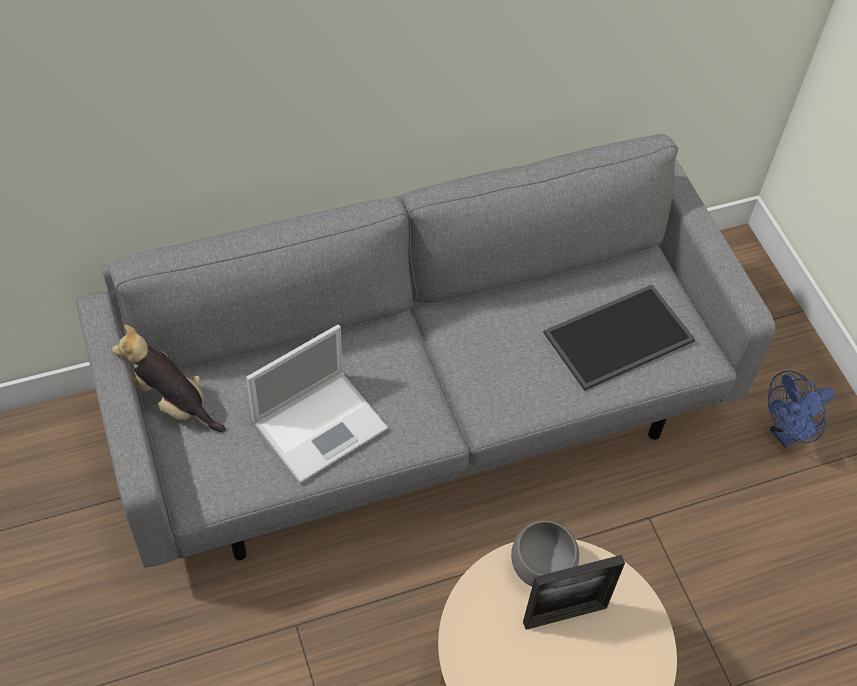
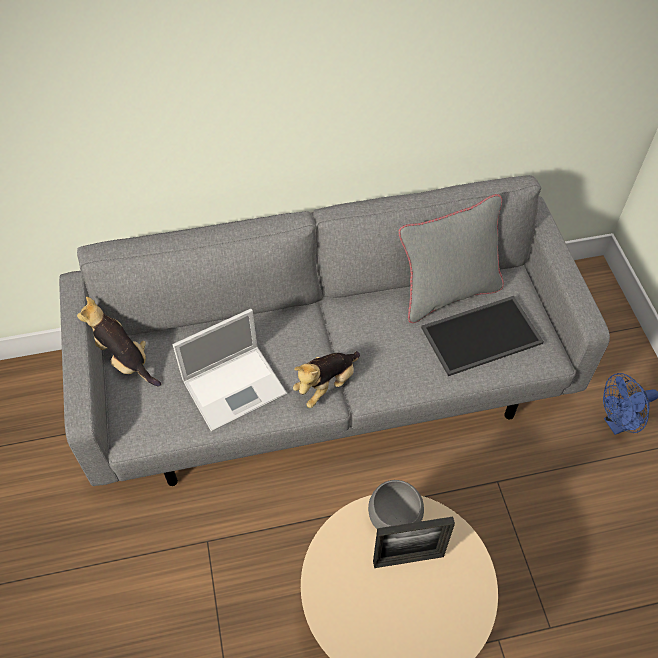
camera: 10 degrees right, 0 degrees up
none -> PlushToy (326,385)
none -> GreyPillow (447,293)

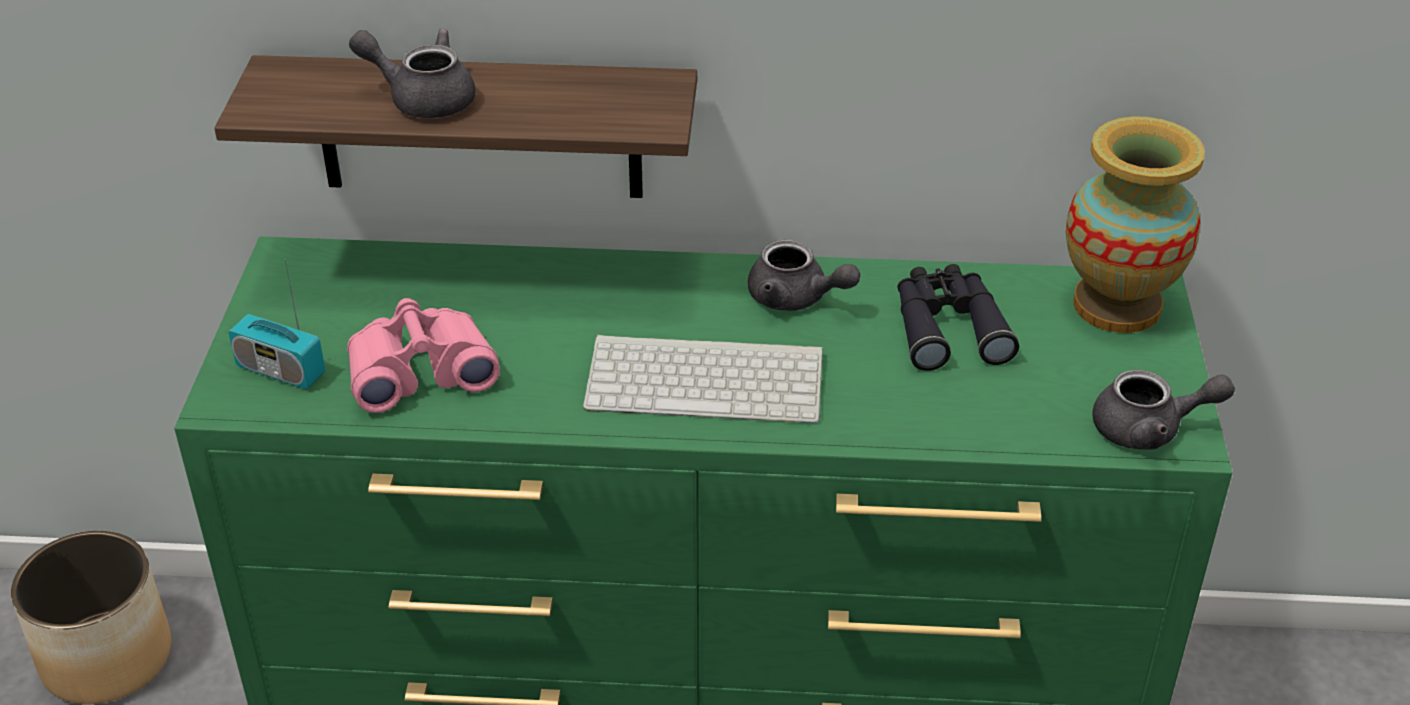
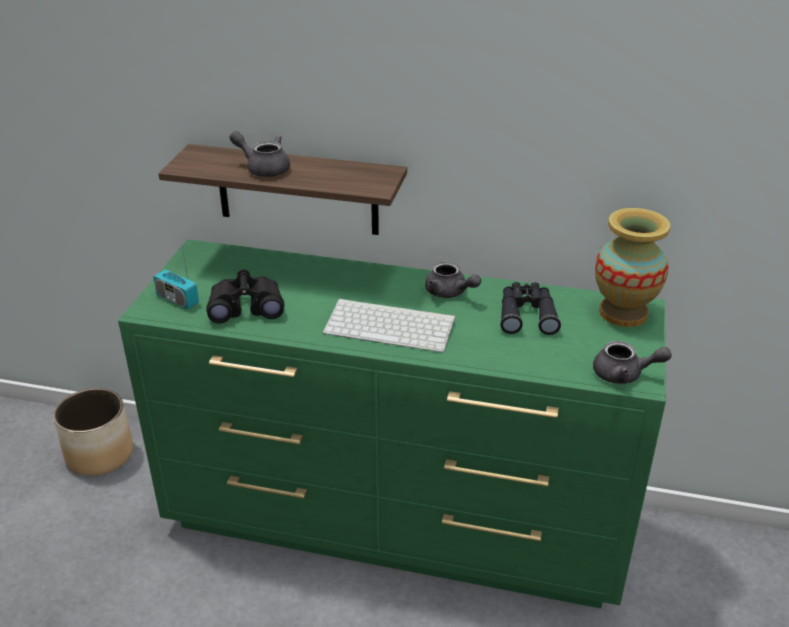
camera: 10 degrees right, 5 degrees down
PinkBinoculars (420,371) -> BlackBinoculars (246,307)

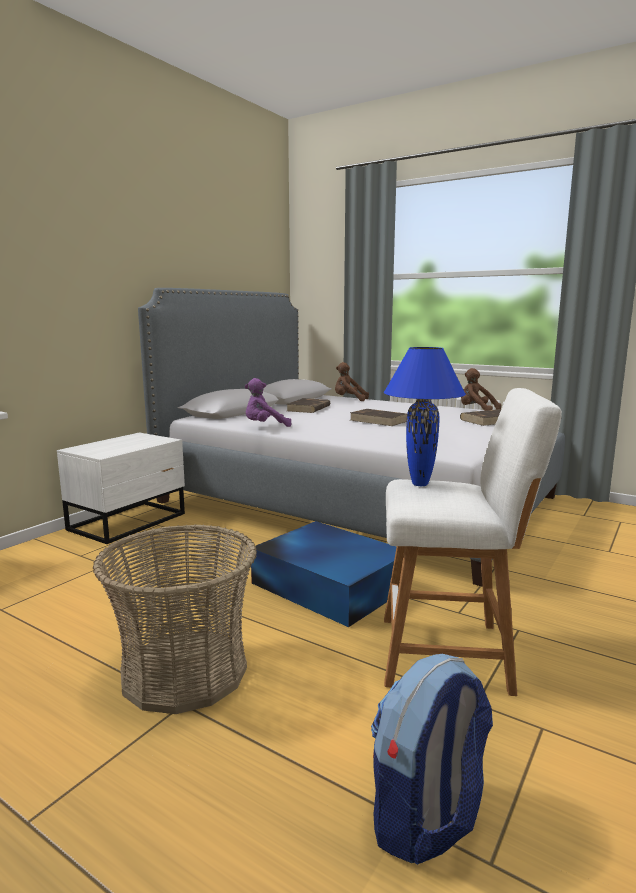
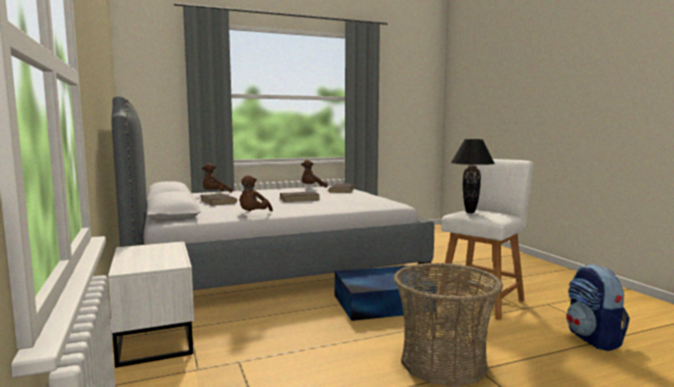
camera: 55 degrees left, 5 degrees down
PurplePlushToy (265,427) -> BrownPlushToy (253,215)
BlueTableLamp (420,484) -> BlackTableLamp (470,212)

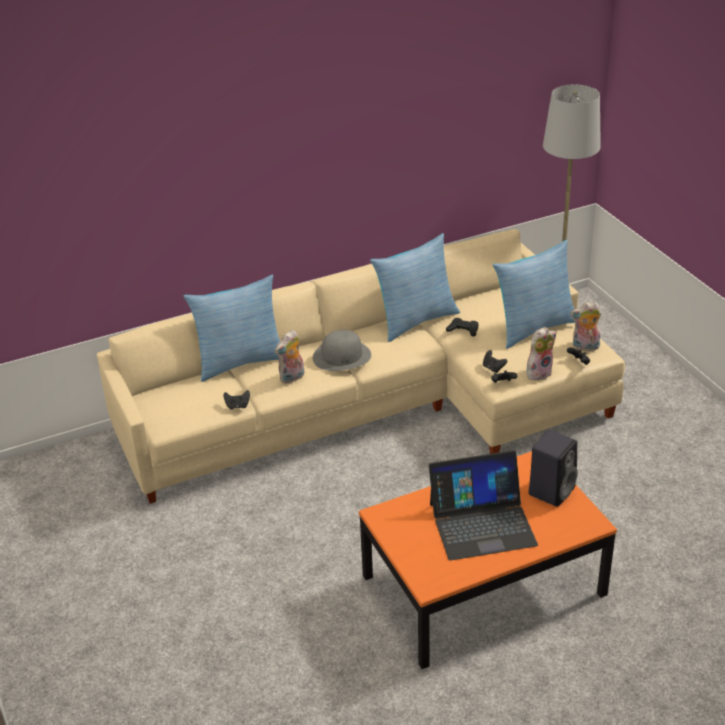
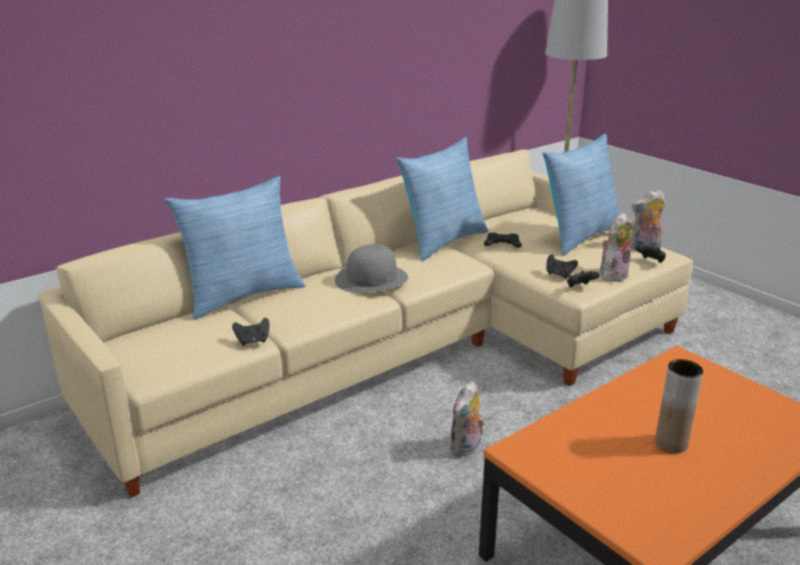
camera: 15 degrees left, 10 degrees down
PlushToy (292,378) -> PlushToy (466,448), relocated
Laptop (482,523) -> BrownVase (671,443)
BlackSpeaker (552,490) -> none

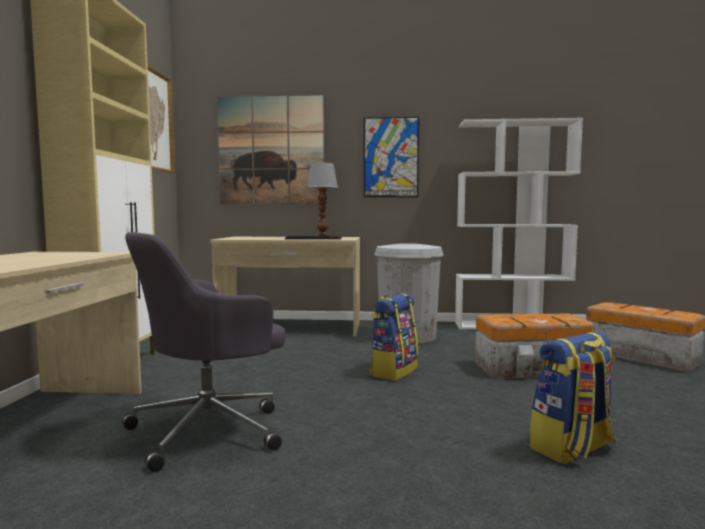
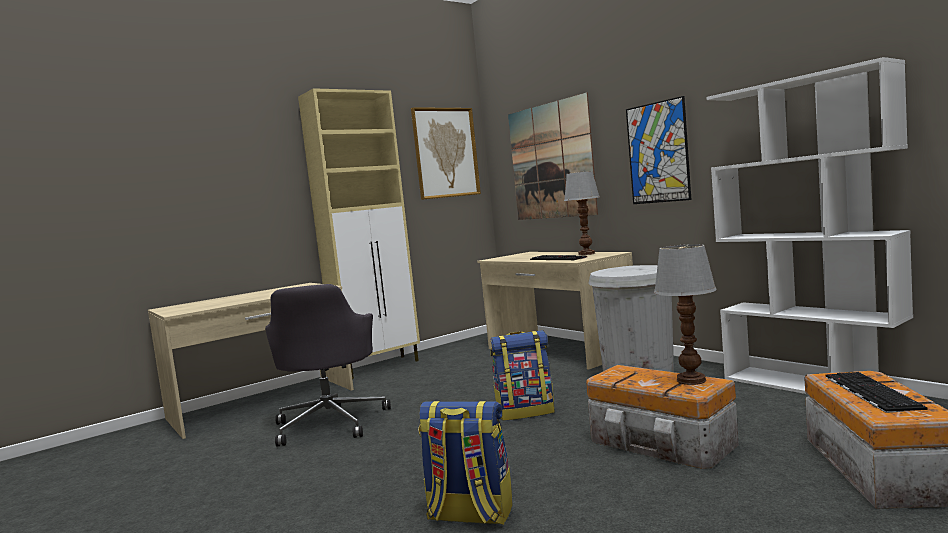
camera: 50 degrees right, 0 degrees up
GreyOfficeChair (210,429) -> GreyOfficeChair (331,423), 105 degrees counterclockwise
none -> TableLamp (690,380)
none -> Keyboard (869,391)

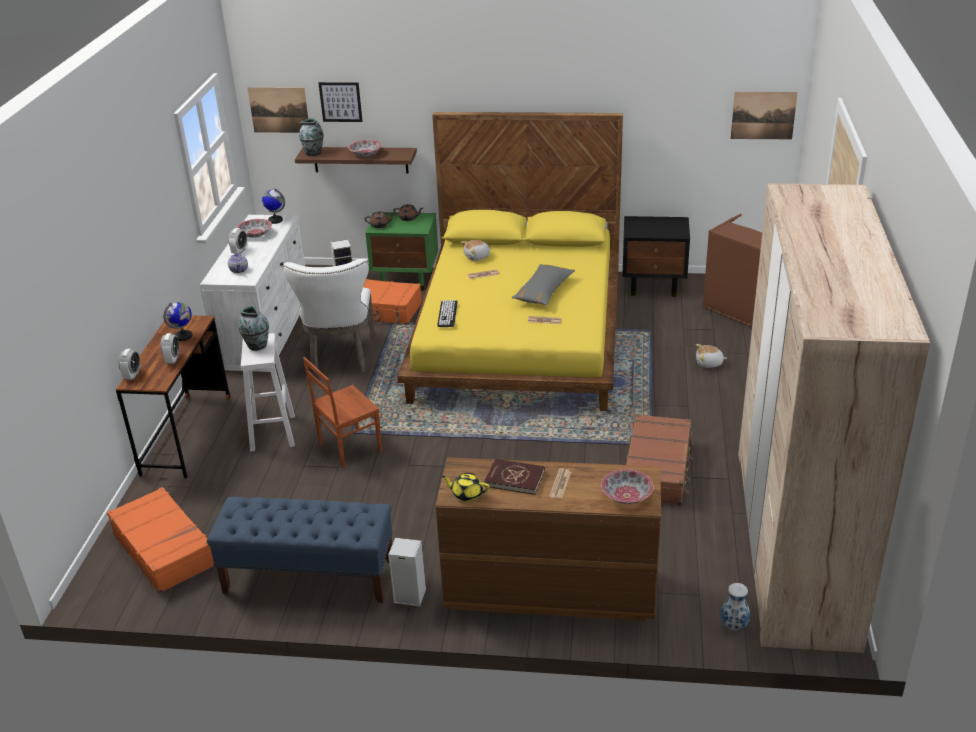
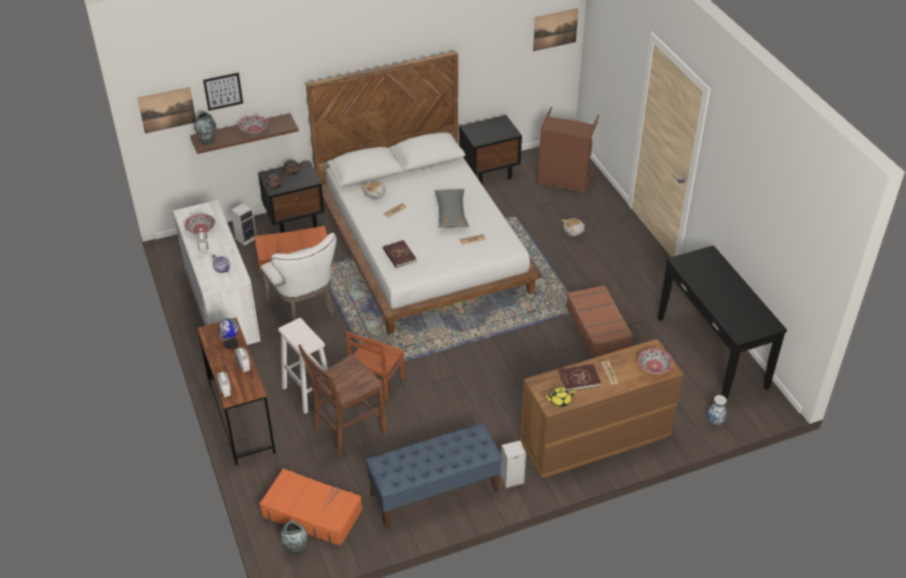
camera: 30 degrees left, 10 degrees up
Vase (257,345) -> Vase (295,548), relocated
Globe (275,220) -> none
GreenNightstand (407,280) -> BlackNightstand (295,221)
YellowBed (519,334) -> WhiteBed (424,246)
Keyboard (447,314) -> RedBook (399,255)
BeigeWardrobe (794,543) -> BlackConsoleTable (712,352)
none -> BrownChair (347,431)

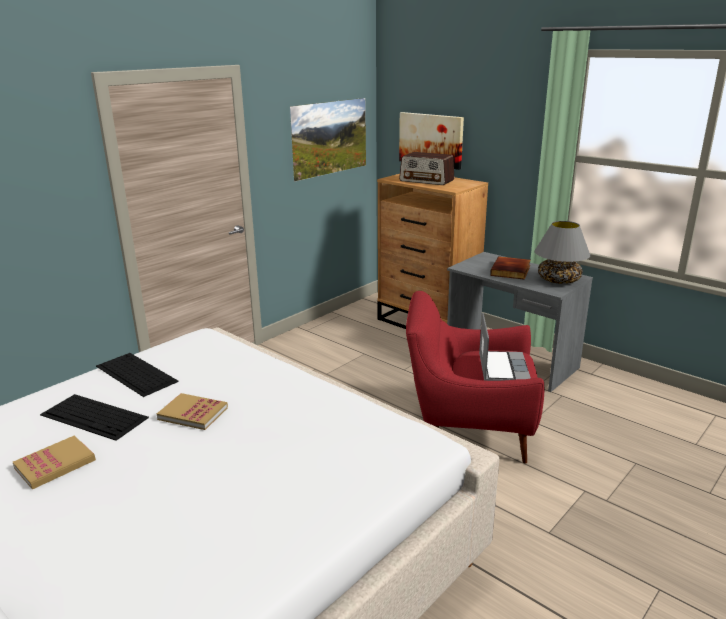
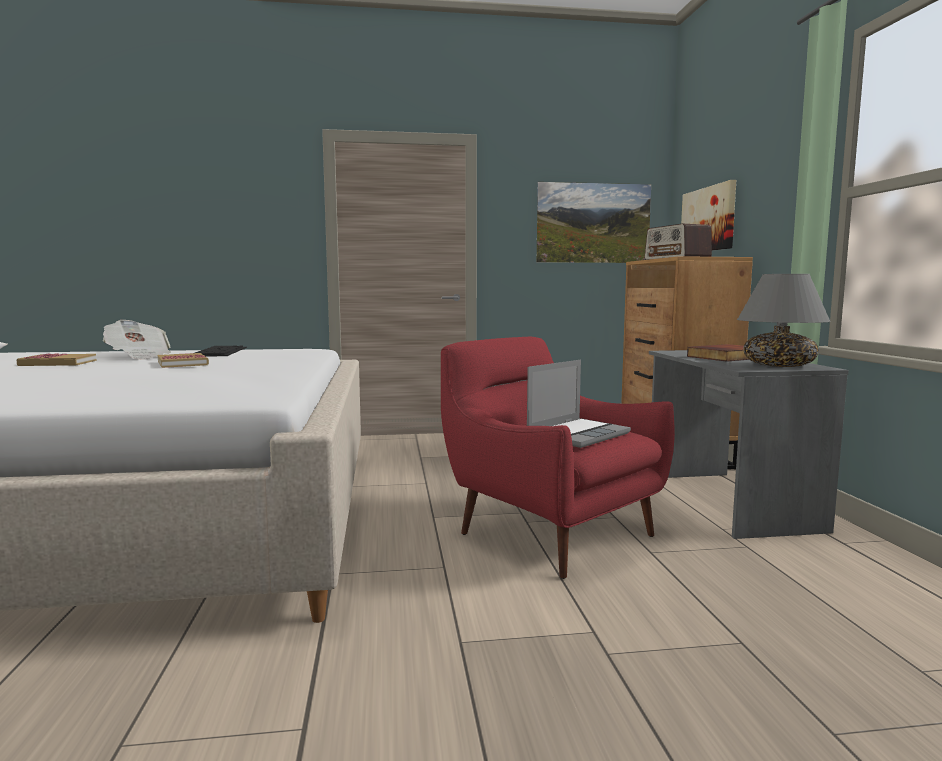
camera: 40 degrees right, 15 degrees down
Keyboard (95,416) -> Newspaper (138,356)

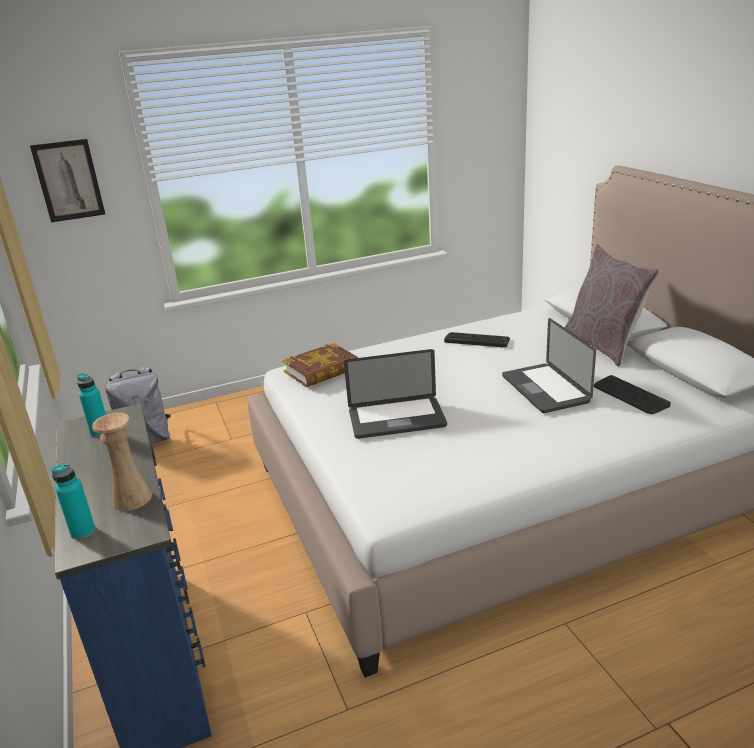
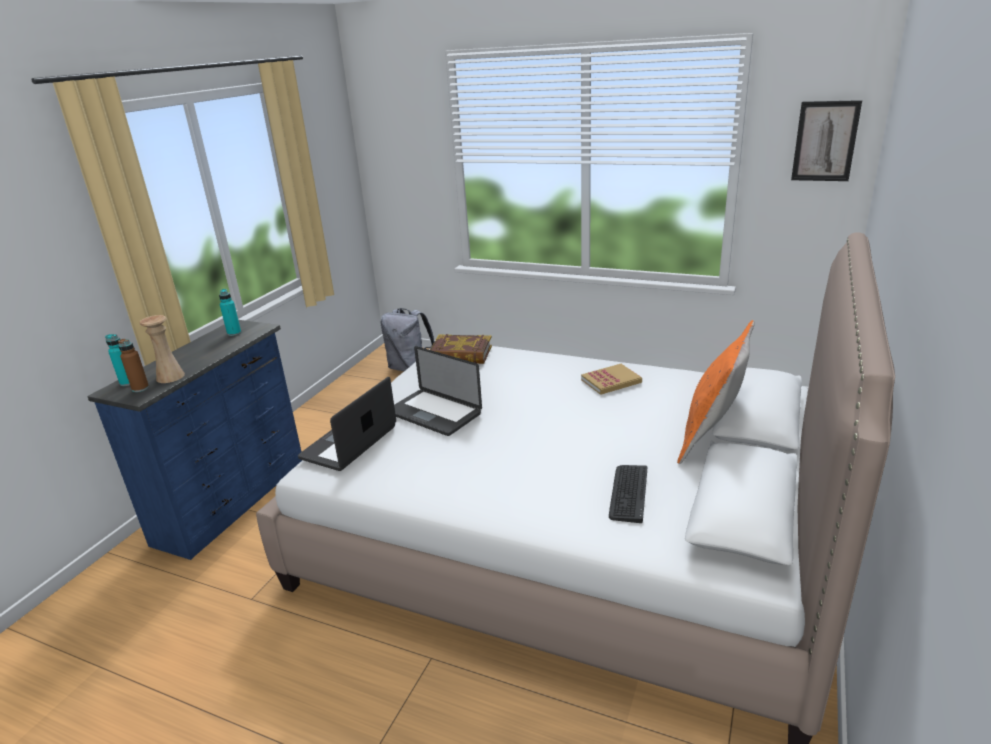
camera: 45 degrees right, 0 degrees up
Picture (68,180) -> Picture (825,141), relocated
Keyboard (477,340) -> Book (611,381)
Laptop (545,389) -> Laptop (349,443), relocated
GreyPillow (604,344) -> OrangePillow (711,438)
none -> BrownBottle (140,388)

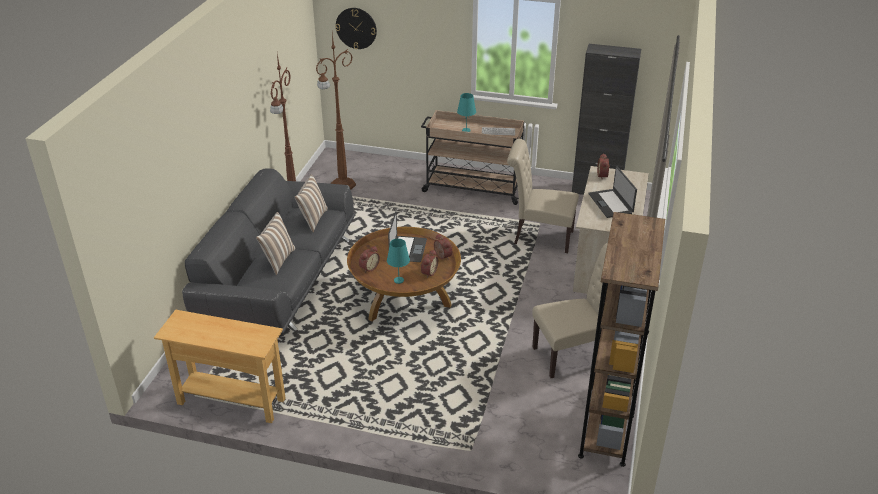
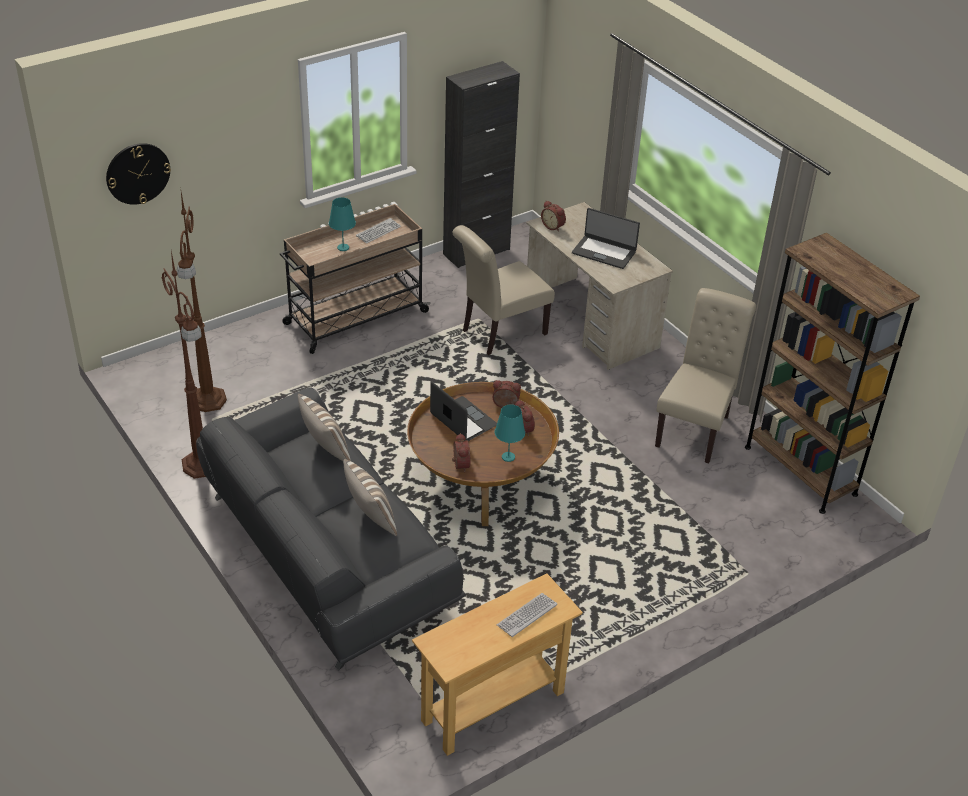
camera: 50 degrees left, 5 degrees up
none -> Keyboard (527,615)

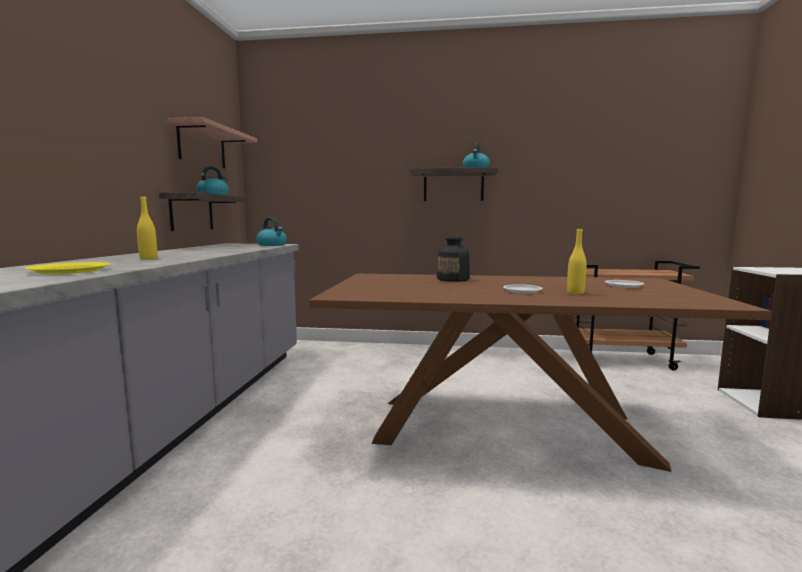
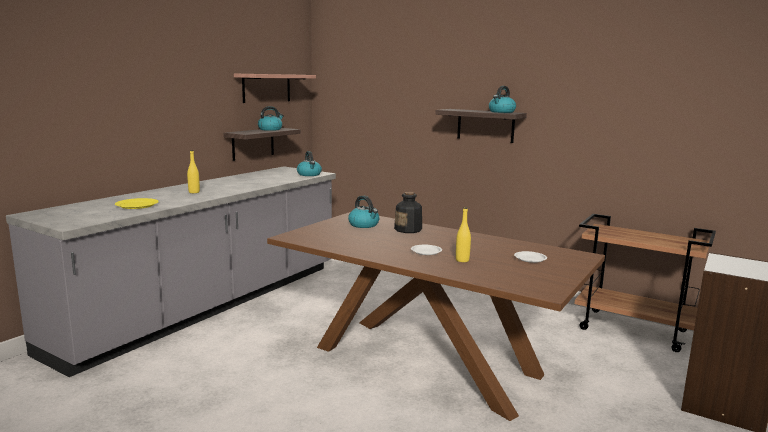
camera: 25 degrees right, 5 degrees up
none -> Kettle (364,225)

